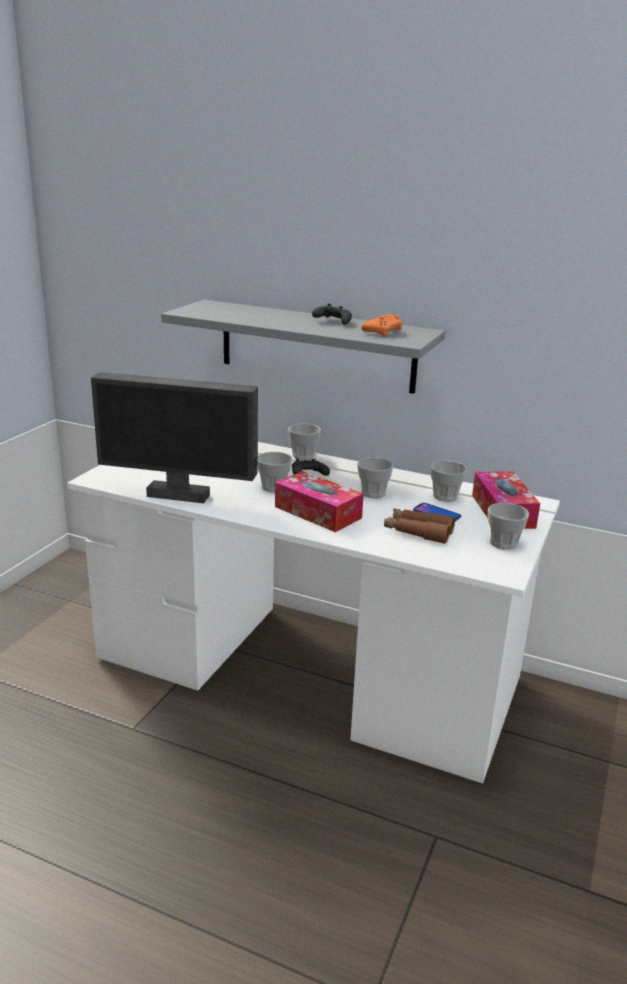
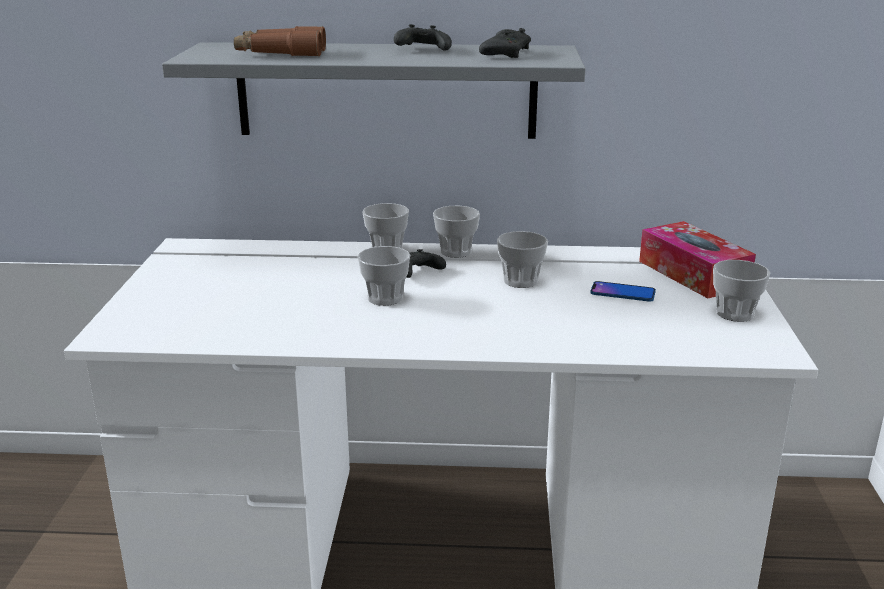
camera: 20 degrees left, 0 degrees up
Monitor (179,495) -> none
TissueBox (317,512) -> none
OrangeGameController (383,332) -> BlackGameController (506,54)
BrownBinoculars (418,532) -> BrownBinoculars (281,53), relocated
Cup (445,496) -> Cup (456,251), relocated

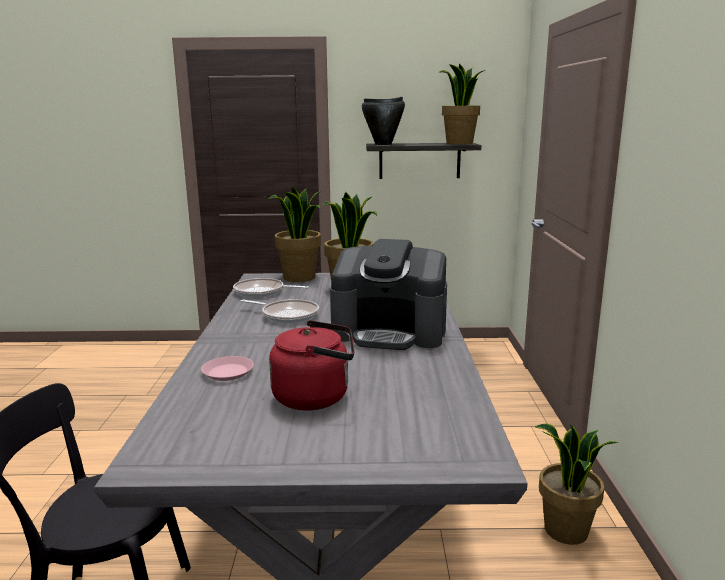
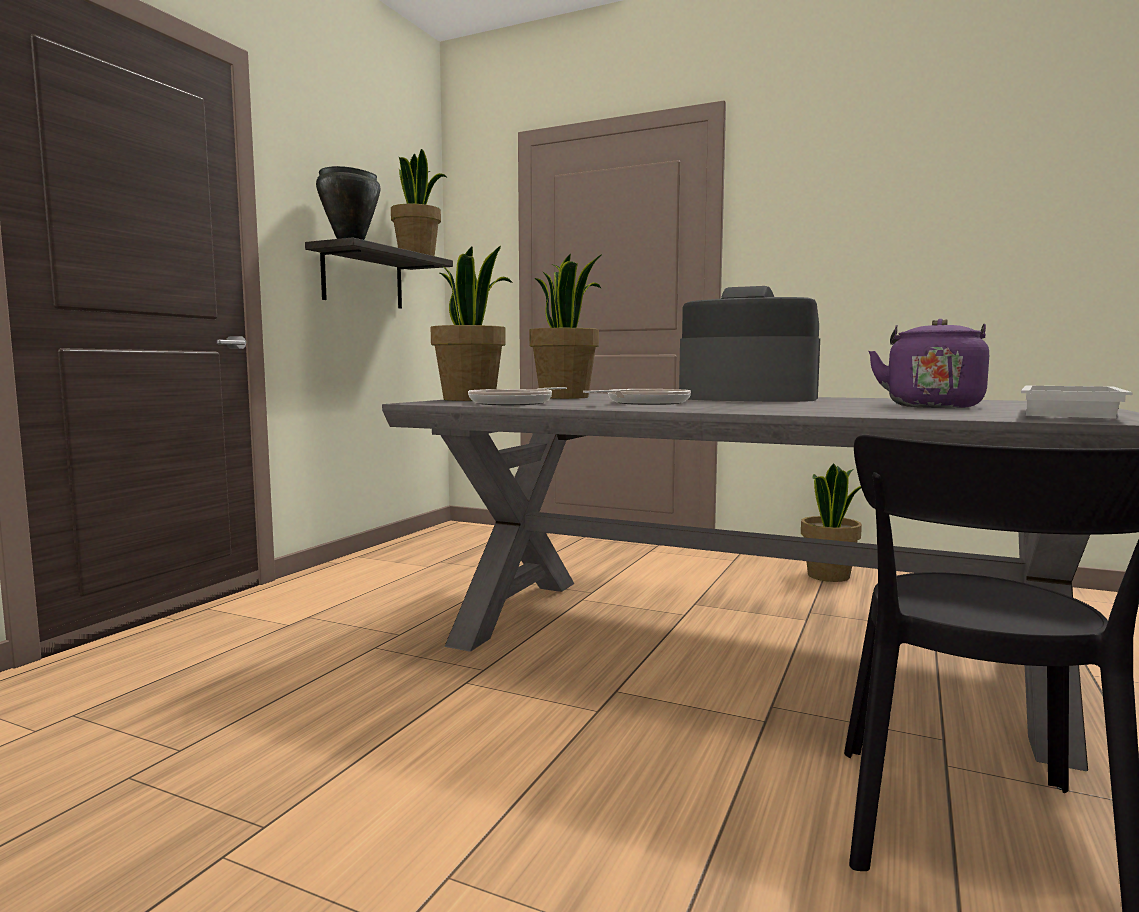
camera: 65 degrees left, 10 degrees down
PinkPlate (228,372) -> none
RedKettle (316,397) -> PurpleKettle (932,406)
CoffeeMachine (390,332) -> CoffeeMachine (746,398), 105 degrees counterclockwise
none -> WhiteTray (1065,415)

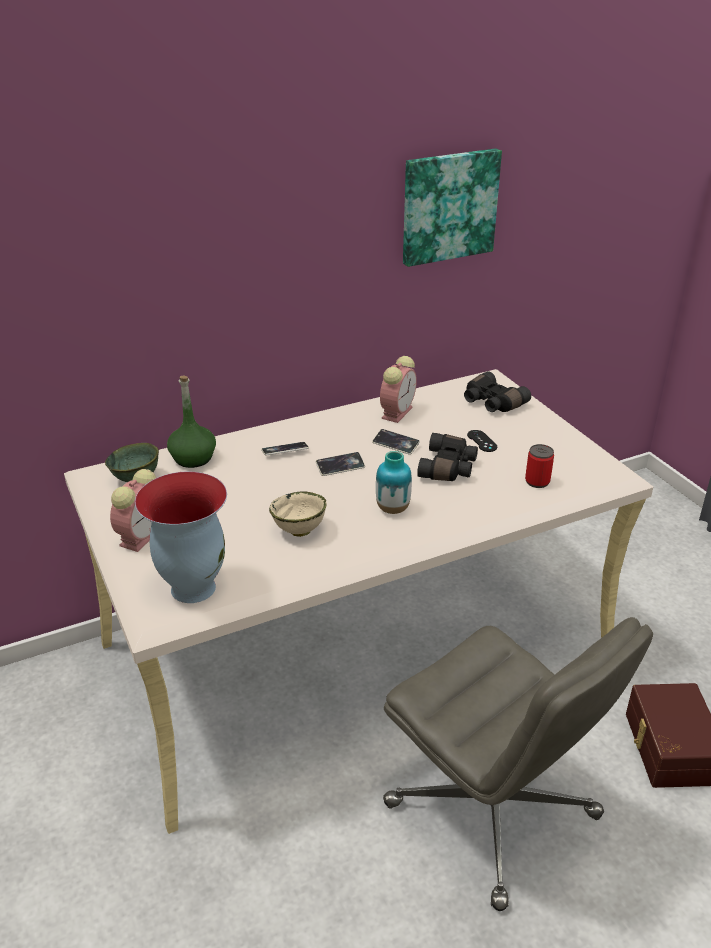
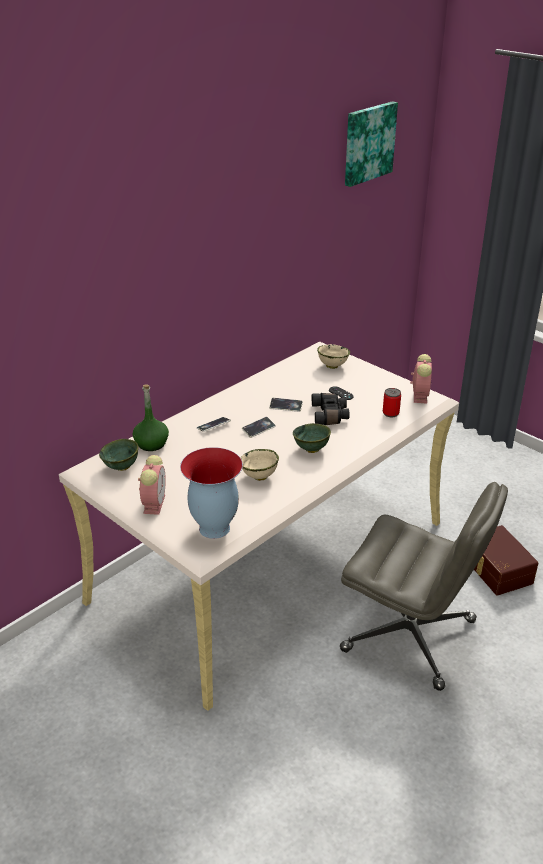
camera: 20 degrees left, 0 degrees up
Vase (392,509) -> GreenBowl (311,449)
AlarmClock (397,412) -> AlarmClock (419,395), relocated
Picture (448,206) -> Picture (368,143), relocated
BlackBinoculars (491,403) -> BeigeBowl (332,366)

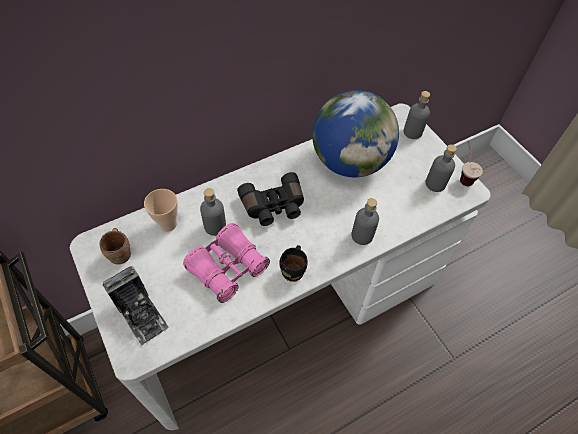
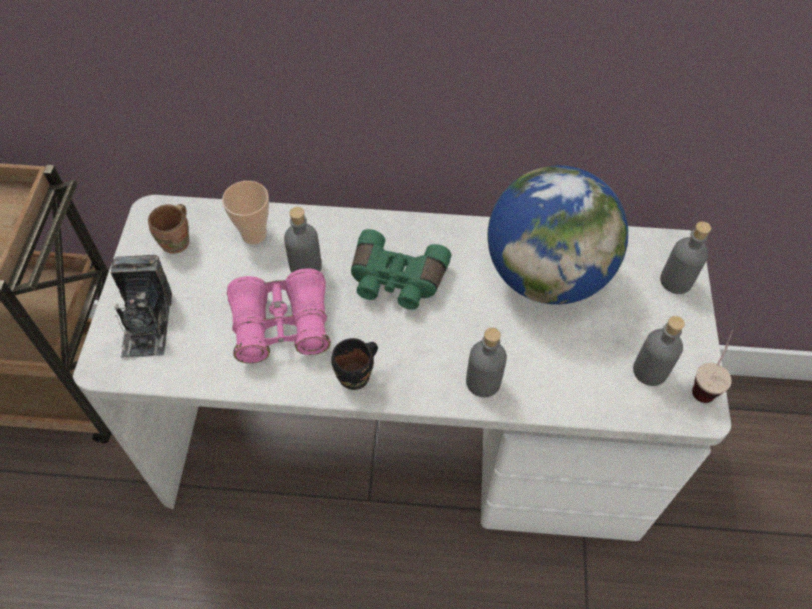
camera: 35 degrees right, 0 degrees up
BlackBinoculars (274,207) -> GreenBinoculars (396,281)

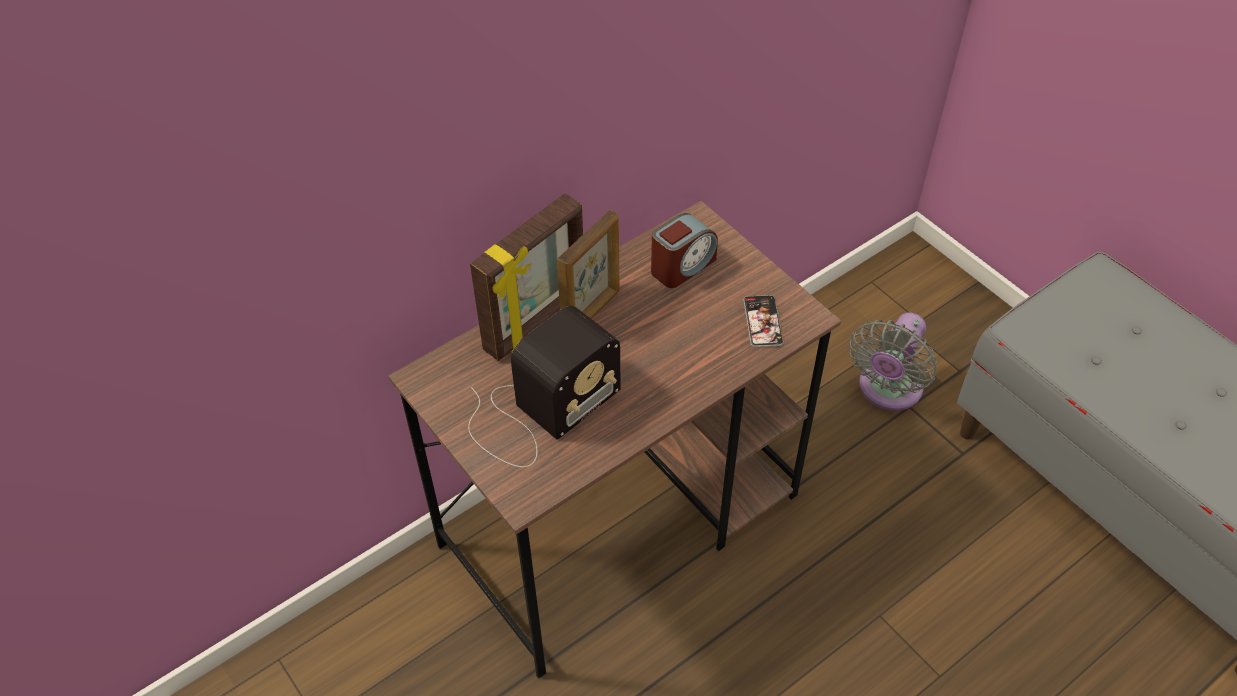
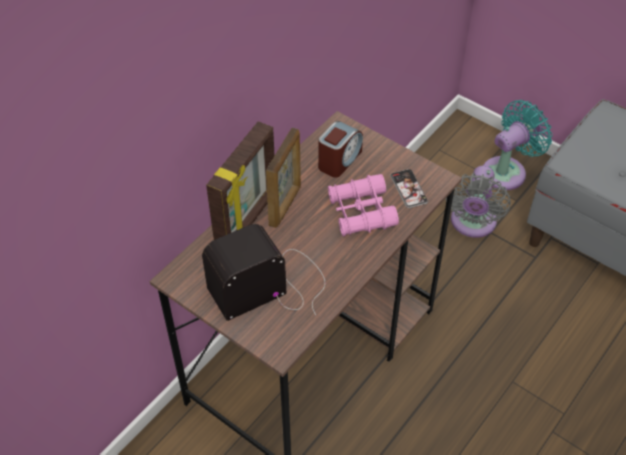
camera: 15 degrees left, 0 degrees up
Radio (539,412) -> Radio (271,285), 150 degrees counterclockwise
none -> PinkBinoculars (361,212)
none -> TurquoiseFan (507,171)

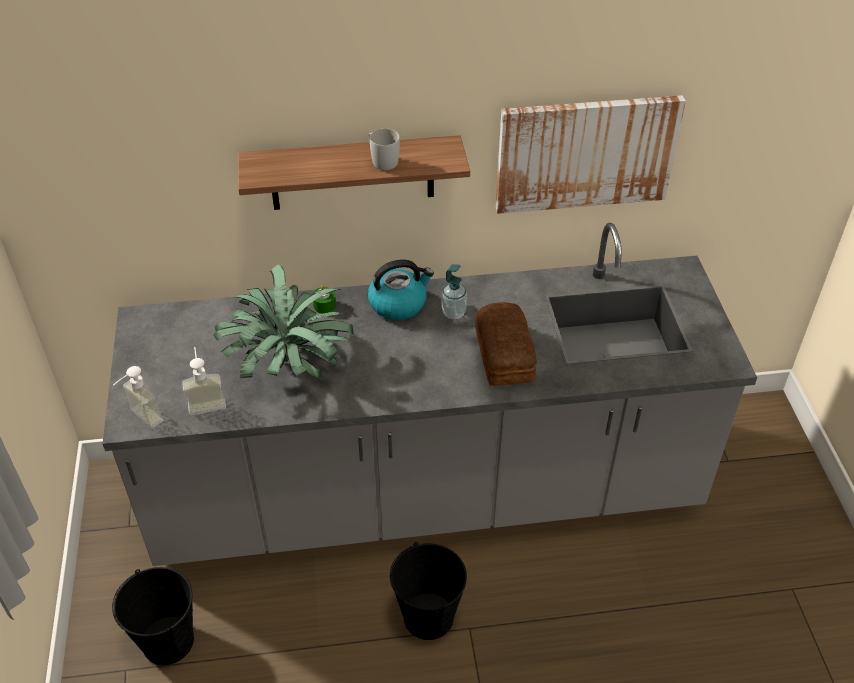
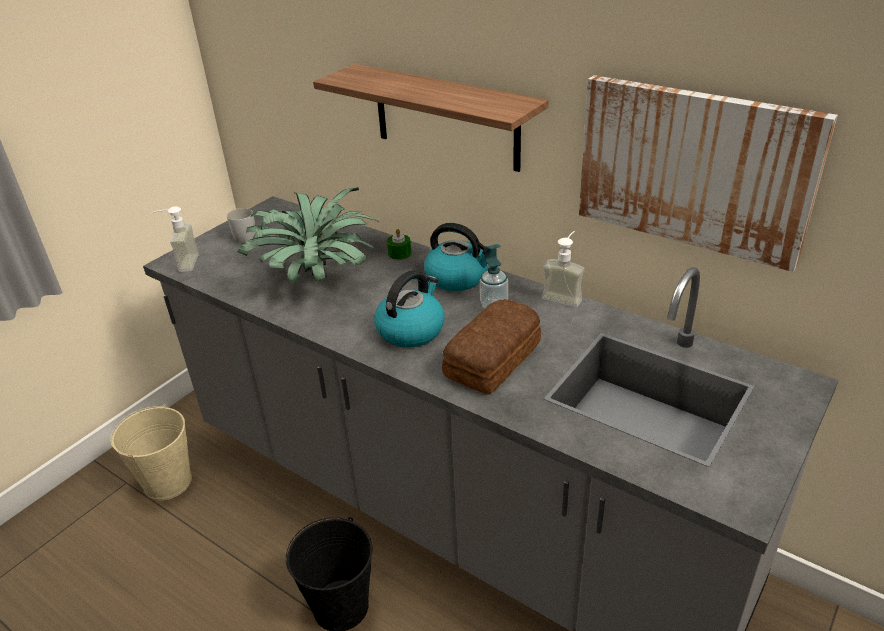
camera: 45 degrees right, 10 degrees down
BlackBucket (168,641) -> BeigeBucket (168,482)
SoapDispenser (206,401) -> SoapDispenser (564,295), relocated
WhiteMug (382,160) -> WhiteMug (246,235), relocated
none -> Kettle (411,330)

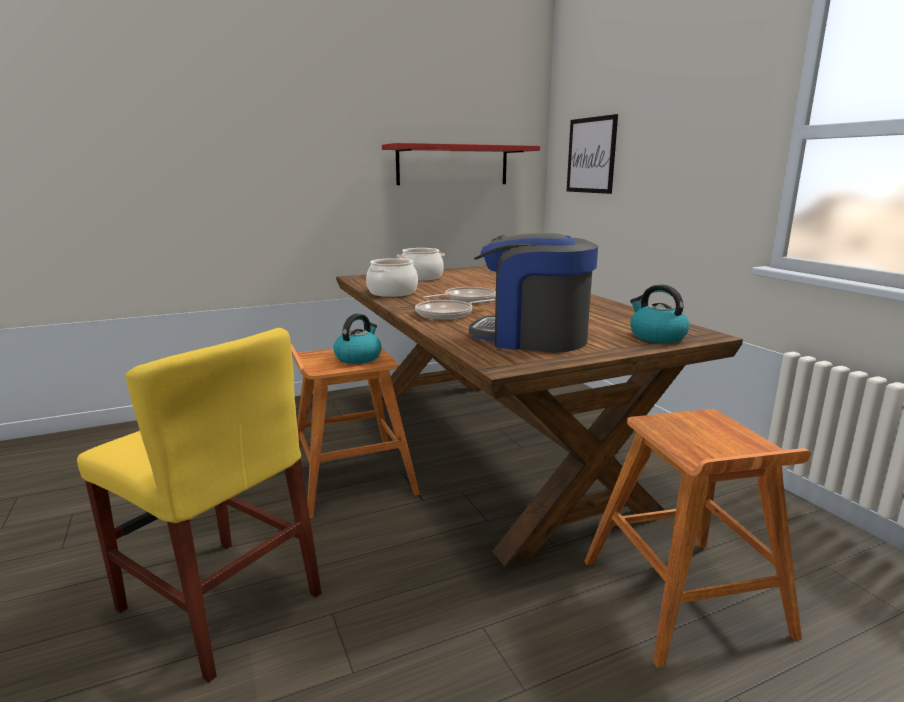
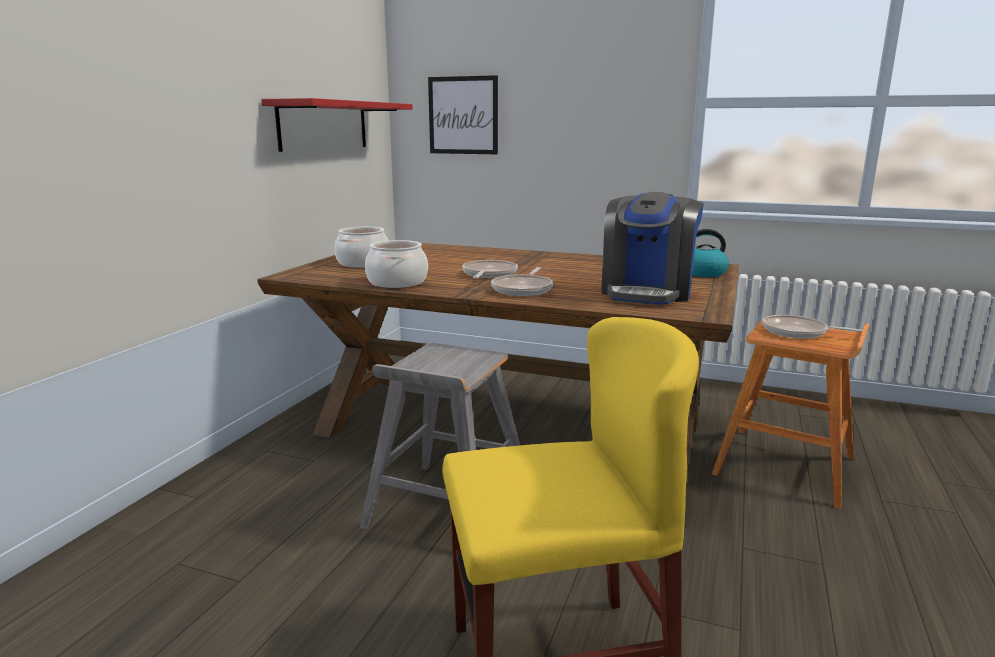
camera: 45 degrees left, 0 degrees up
BrownStool (350,479) -> GreyStool (448,508)
Kettle (358,357) -> none
CoffeeMachine (532,338) -> CoffeeMachine (647,292), 45 degrees counterclockwise
none -> FryingPan (798,332)

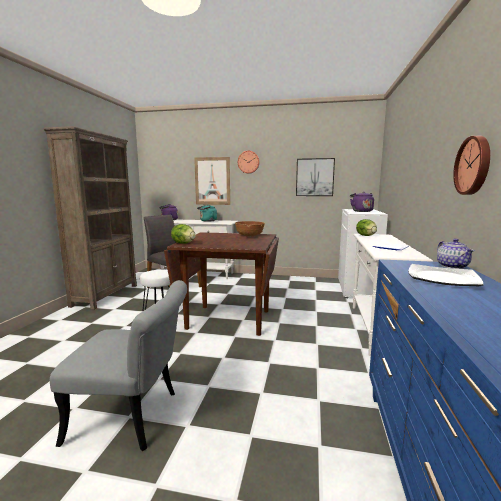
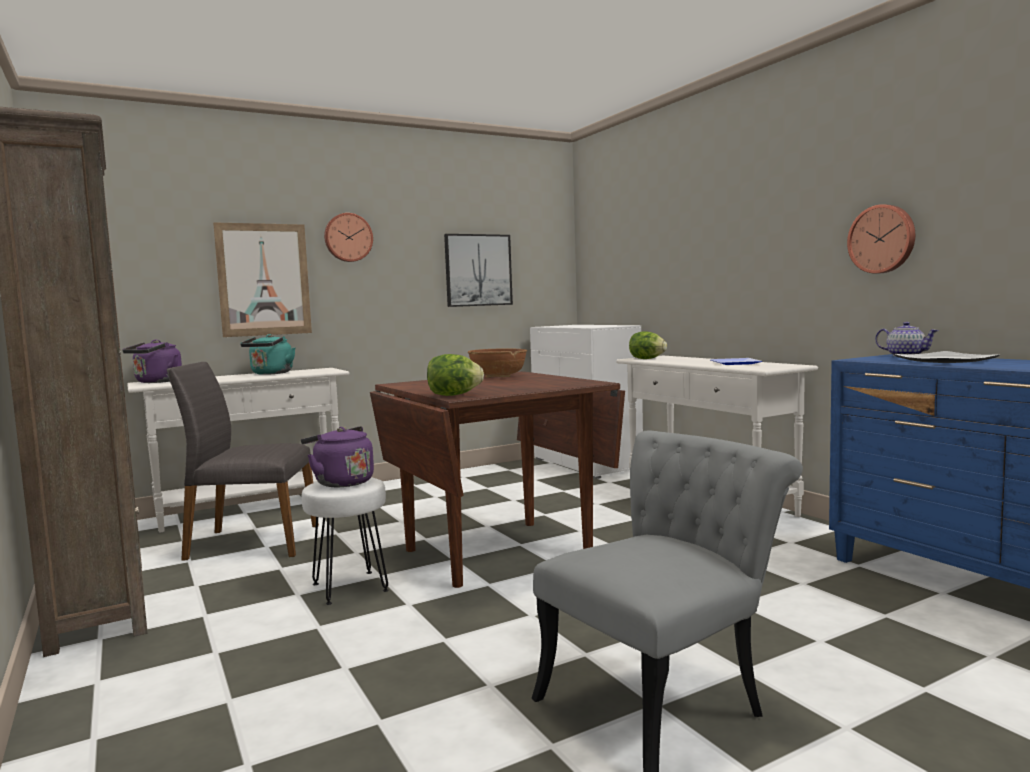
camera: 40 degrees left, 5 degrees down
PurpleKettle (361,211) -> PurpleKettle (341,482), relocated

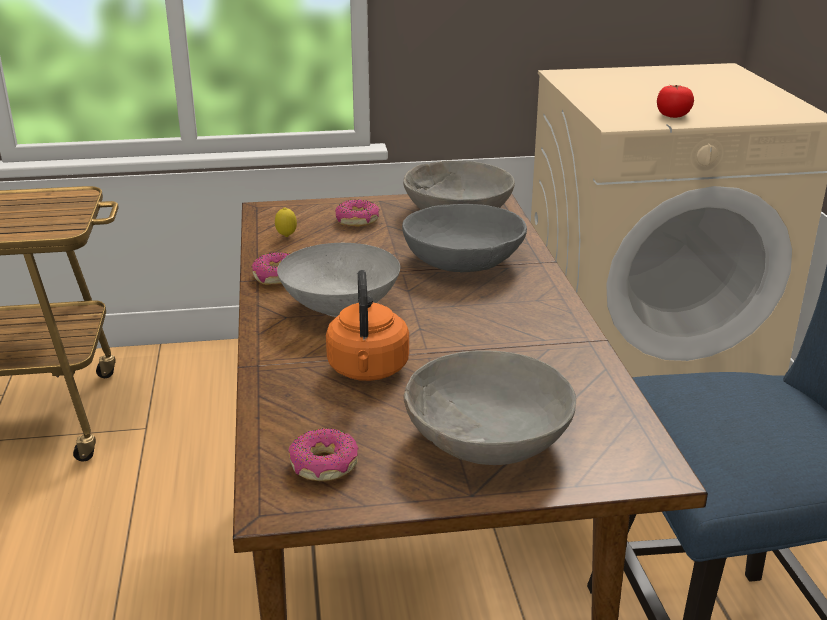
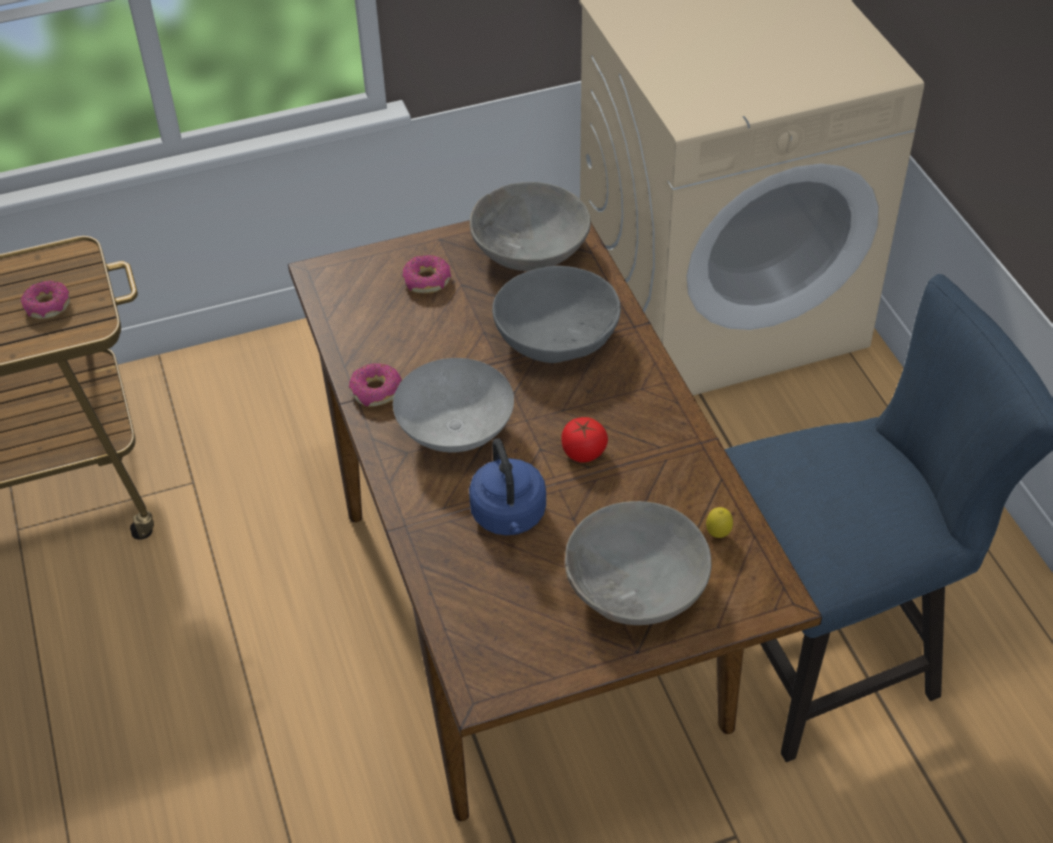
camera: 10 degrees left, 20 degrees up
Lemon (286,236) -> Lemon (718,534), relocated
Donut (323,465) -> Donut (47,306), relocated
OrangeKettle (368,370) -> BlueKettle (509,517)
Tomato (672,115) -> Tomato (583,452), relocated

